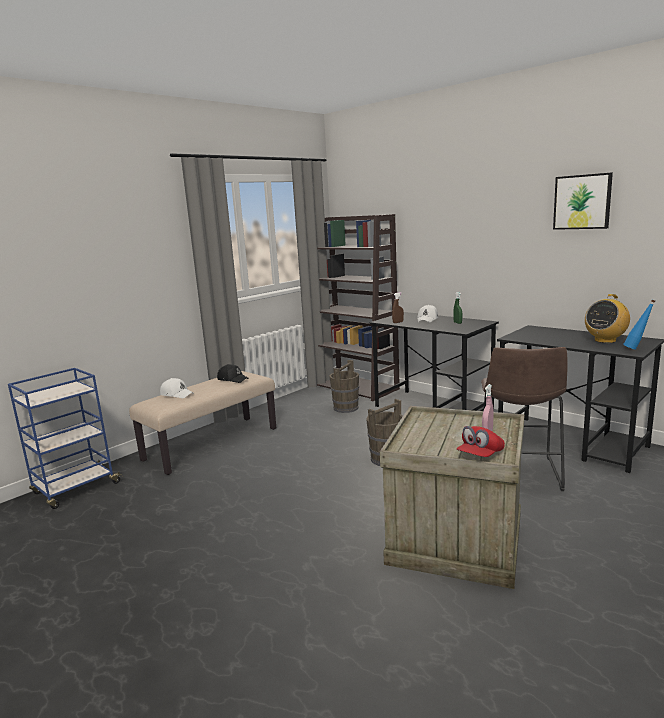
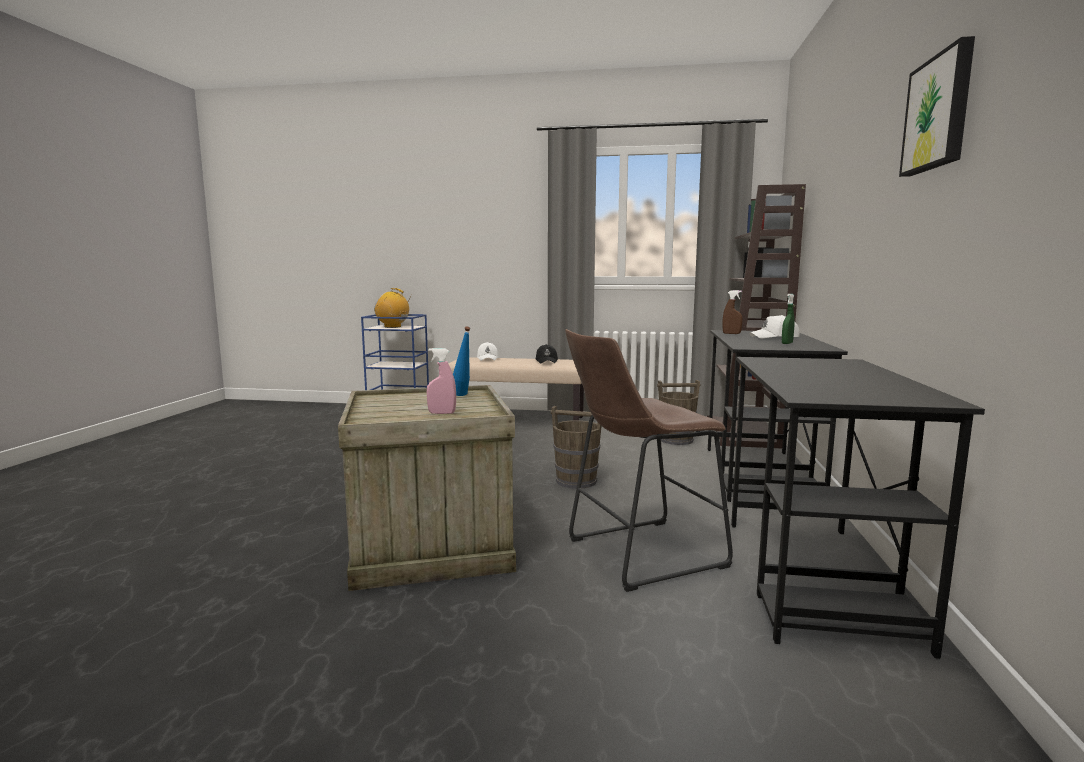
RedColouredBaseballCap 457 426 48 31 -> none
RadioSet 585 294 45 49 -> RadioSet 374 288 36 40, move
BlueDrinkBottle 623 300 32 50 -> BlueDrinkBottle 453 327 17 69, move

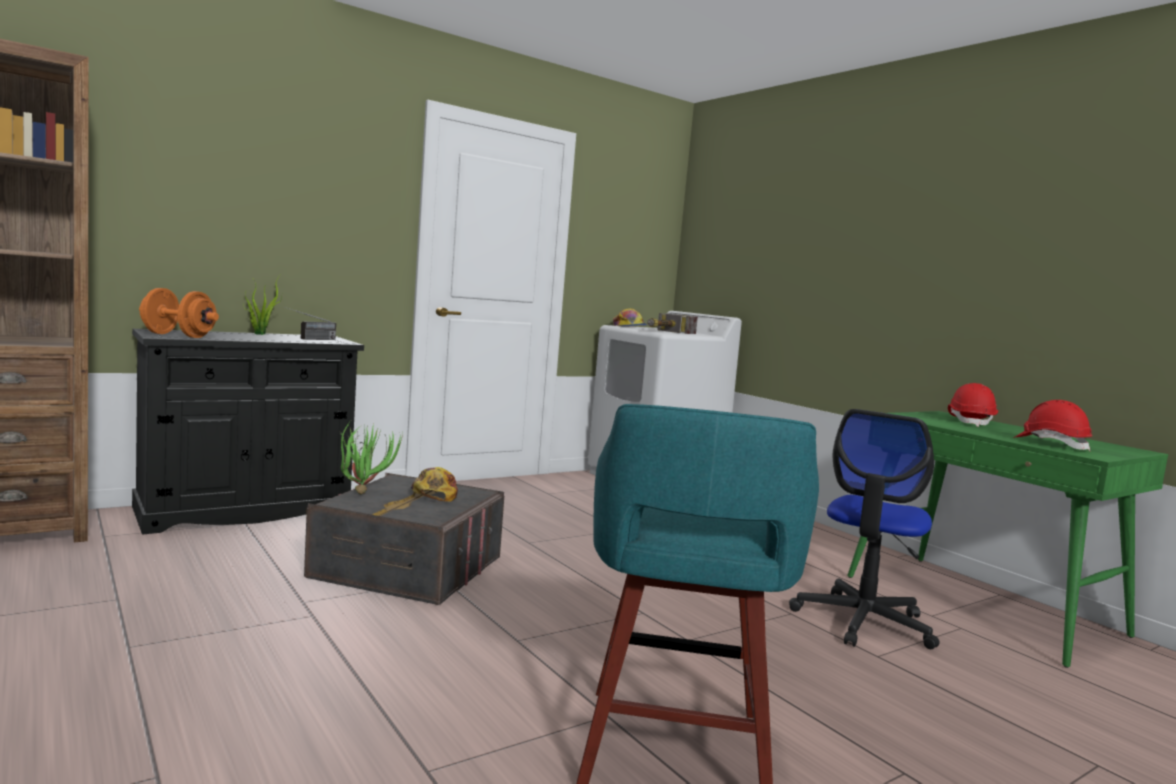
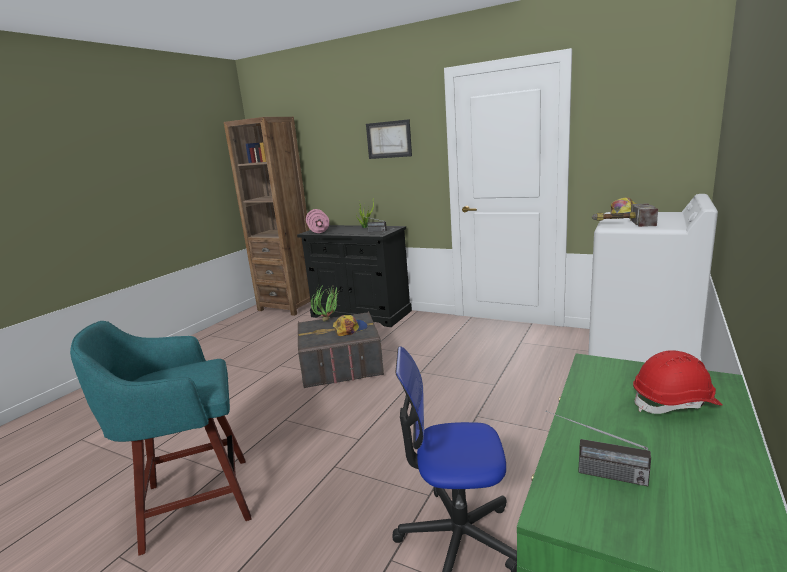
OrangeHandWeight 139 288 80 50 -> PinkishHandWeight 306 209 23 24
RedColouredSafetyHelmet 1013 400 79 51 -> RadioSet 546 411 105 75
none -> WallPicture 366 119 46 40

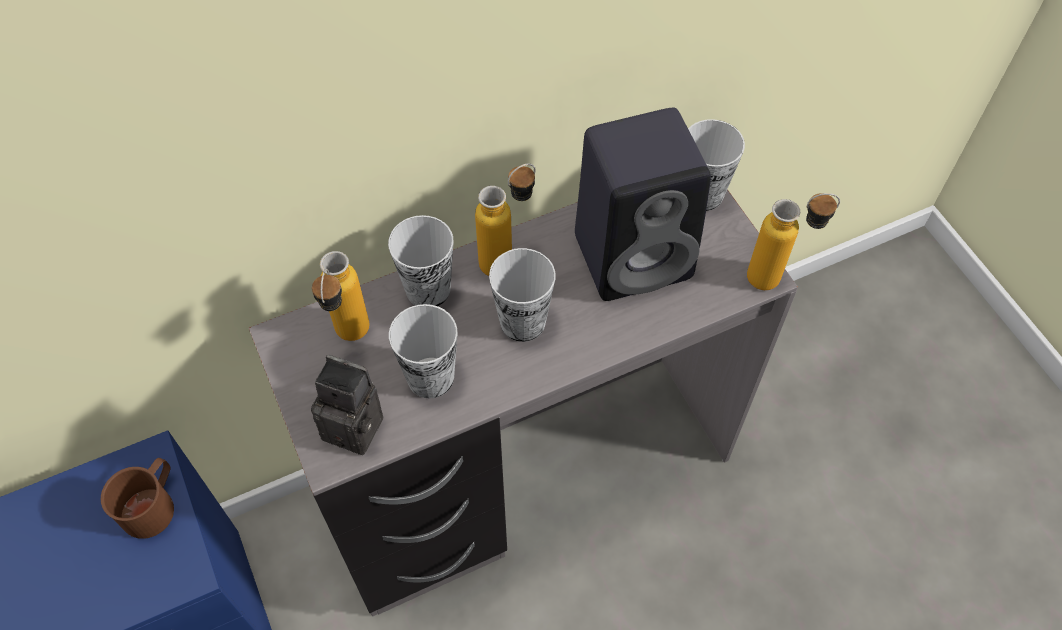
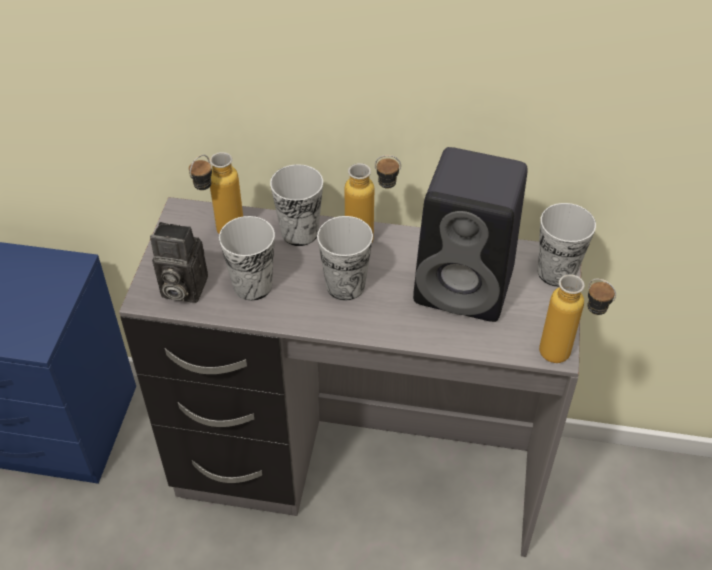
BrownishCoffeeMug 101 458 73 81 -> none
StillCamera 311 355 72 100 -> StillCamera 150 222 58 81, 135 degrees clockwise

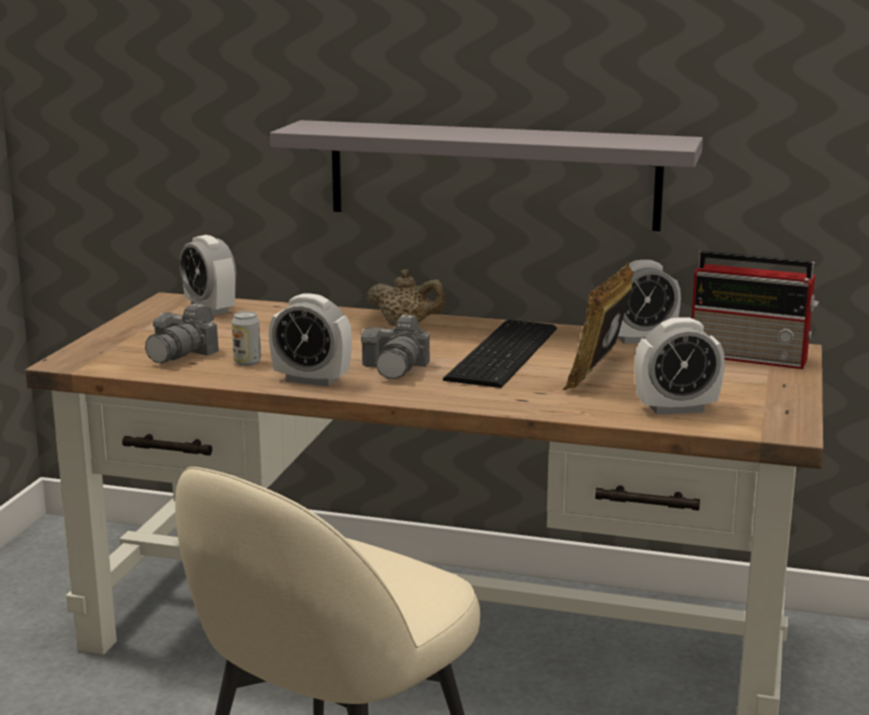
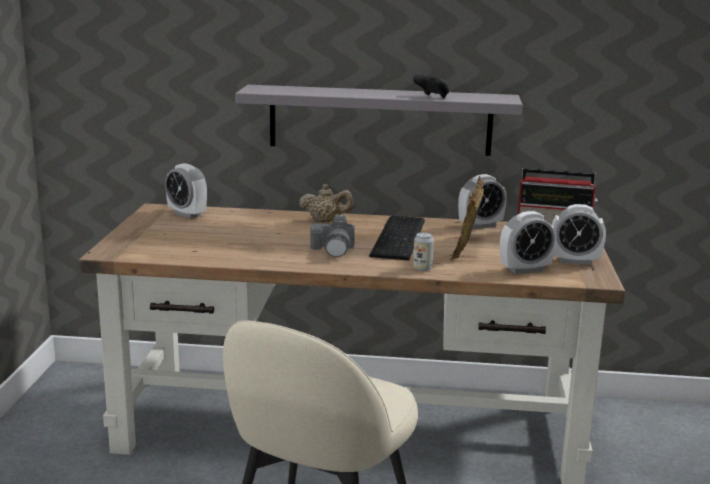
StillCamera 145 304 74 60 -> none
Can 232 311 29 55 -> Can 413 232 21 39, move
BedsideClock 269 293 83 94 -> BedsideClock 552 204 54 61, move
none -> BlackishJoypad 413 75 36 23

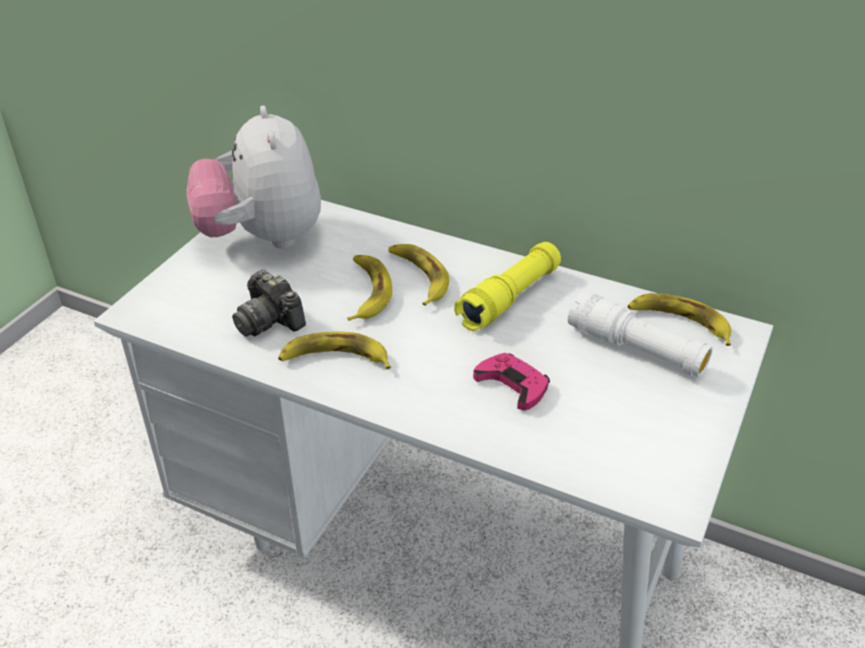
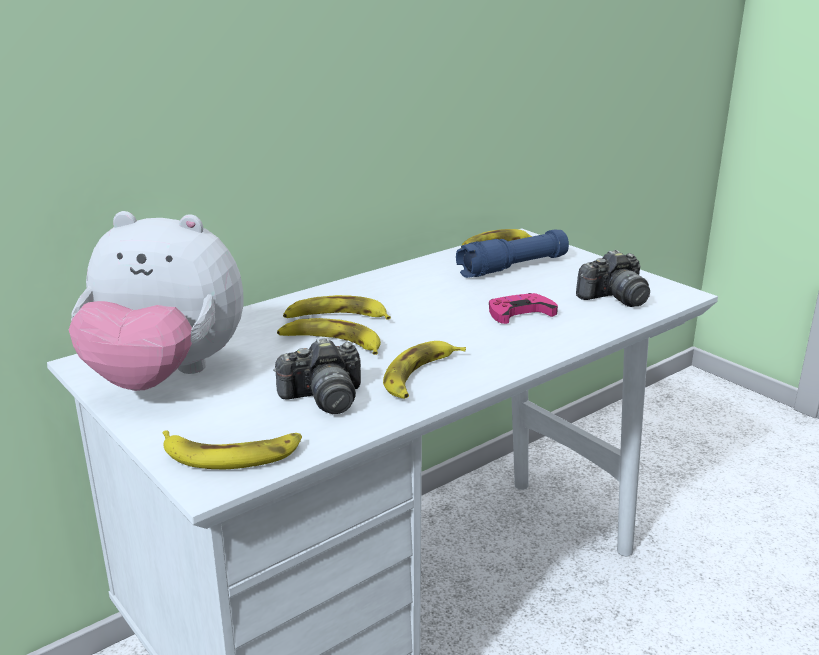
YellowTorch 454 242 107 89 -> none
WhiteColouredTorch 568 291 144 86 -> BlueTorch 456 229 113 49
none -> Banana 163 430 139 39
none -> StillCamera 576 250 74 57

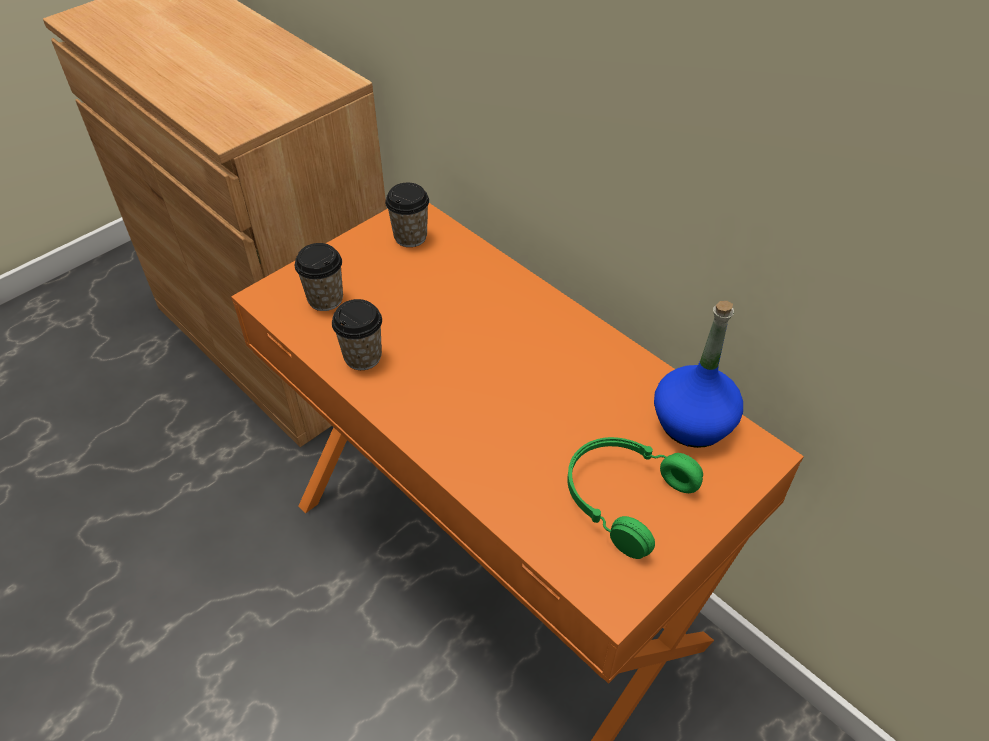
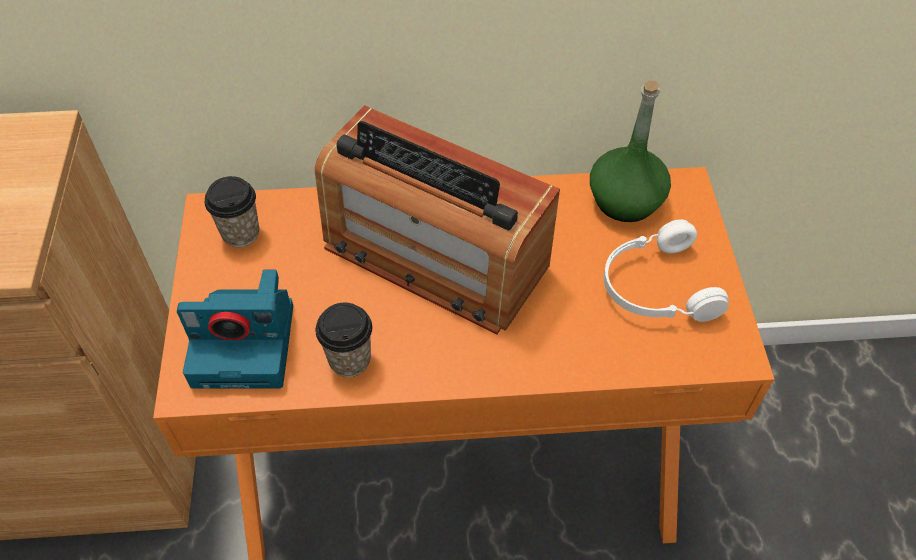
SmallCup 295 243 48 68 -> StillCamera 177 269 116 119
GreenHeadphones 567 437 136 122 -> WhiteColouredHeadphones 604 219 125 103
BlueDrinkBottle 654 301 89 147 -> GreenDrinkBottle 590 81 81 141
none -> RadioSet 314 105 246 230

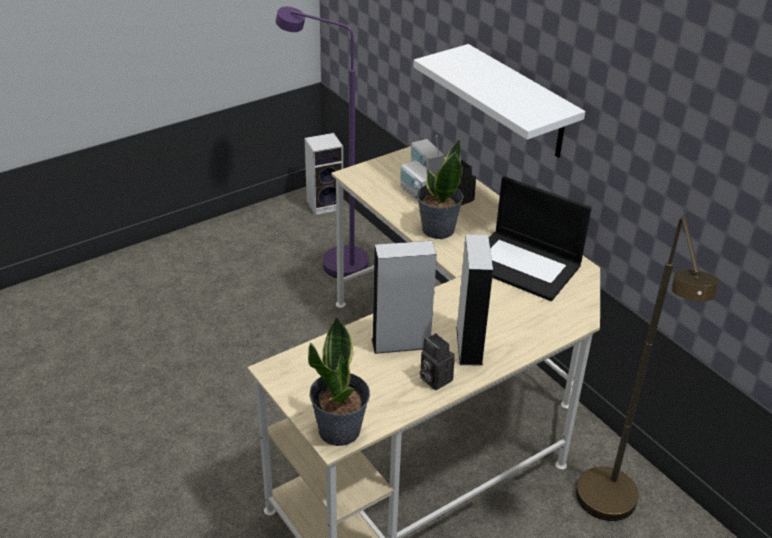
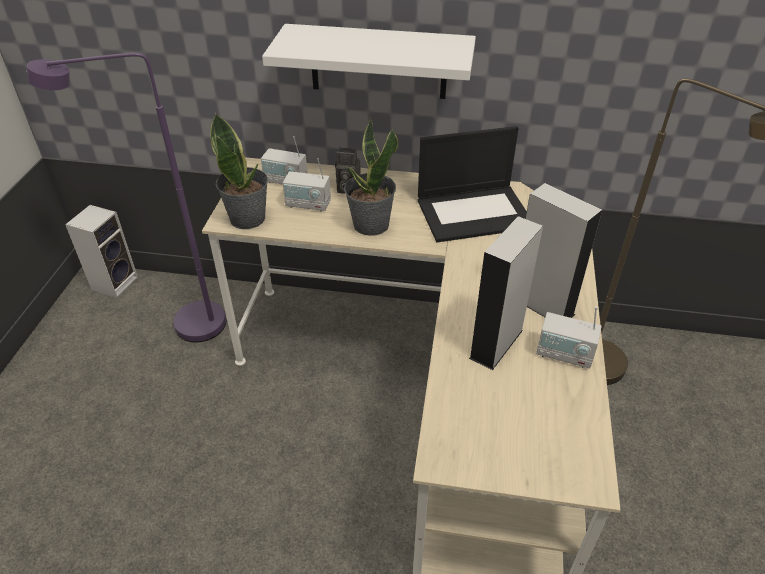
PlantInAPot 308 315 62 131 -> PlantInAPot 210 113 58 116, move
StillCamera 420 333 35 57 -> RadioSet 536 307 66 61

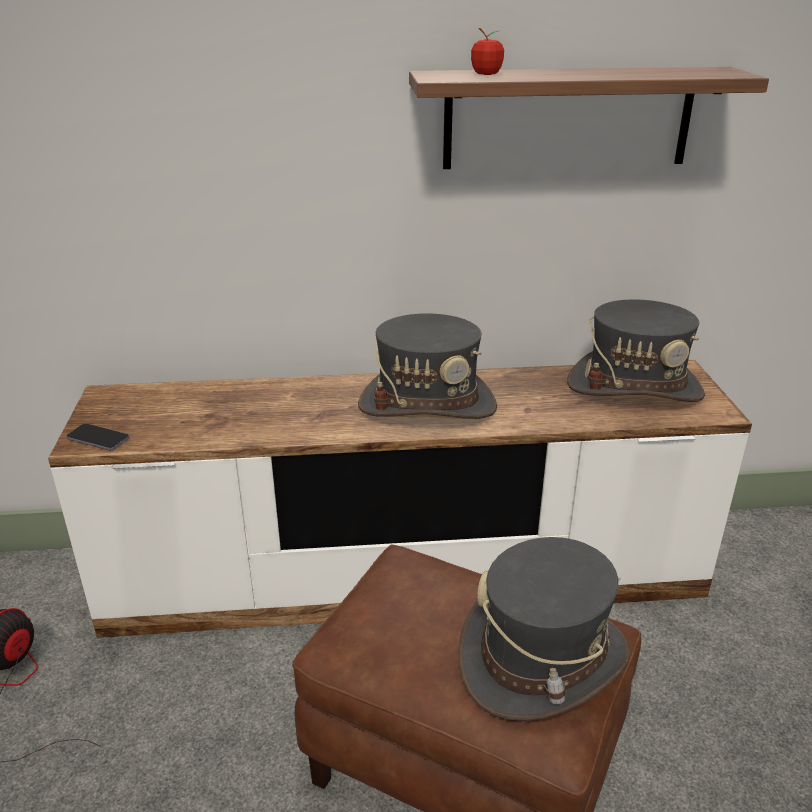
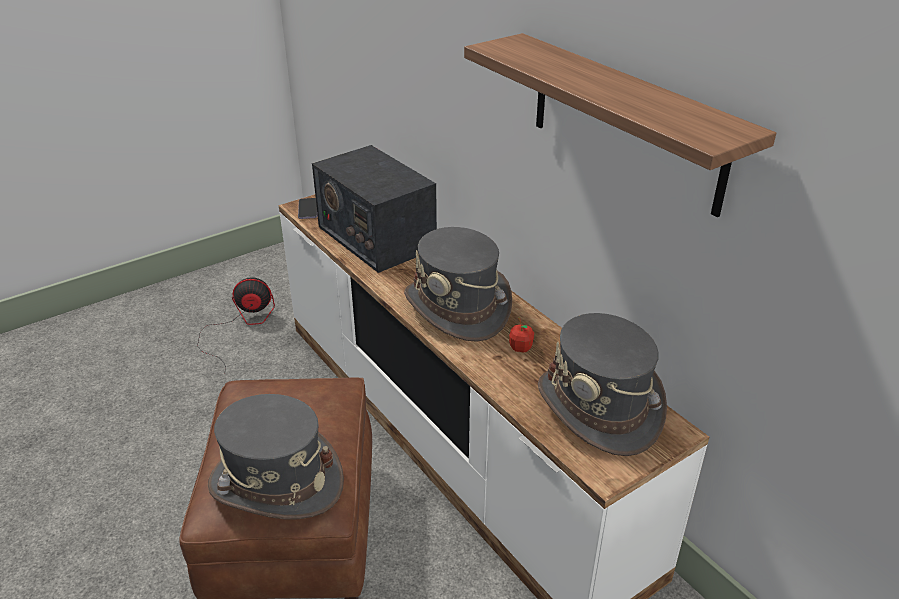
Apple 471 28 33 47 -> Apple 509 317 25 36, move
none -> RadioSet 312 145 125 128

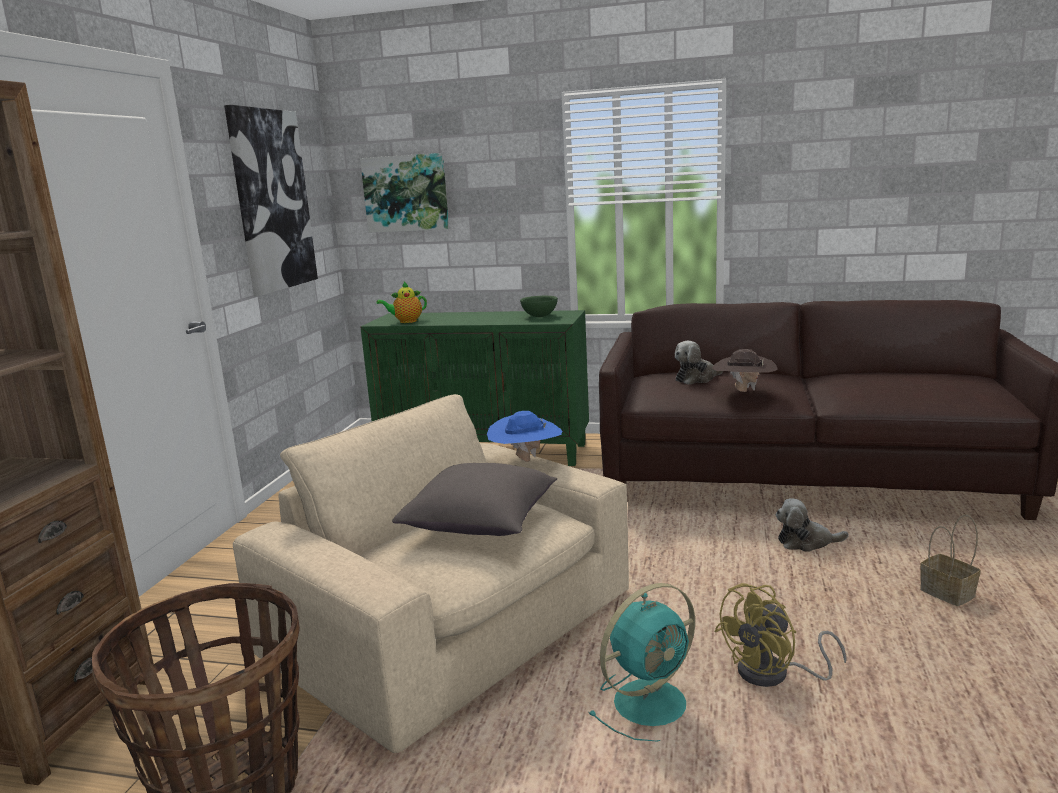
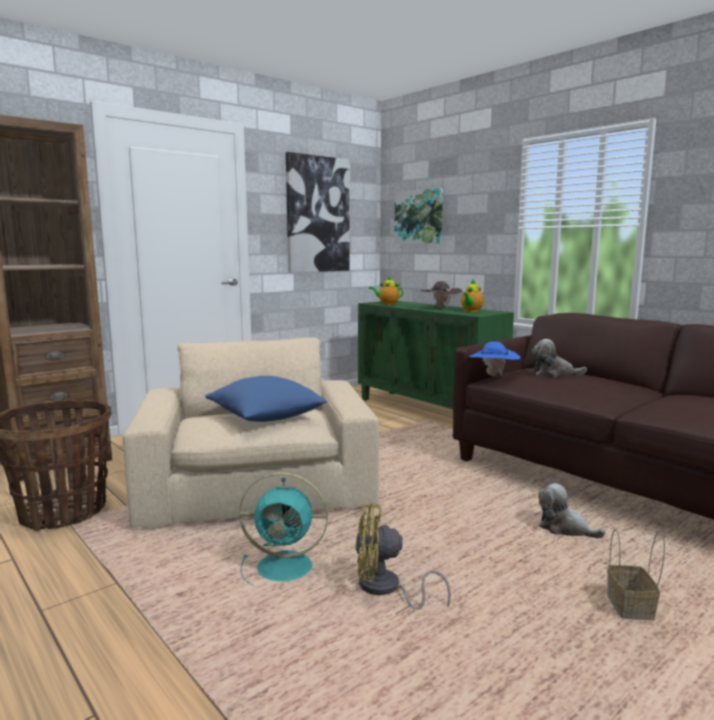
GrayThrowPillow 392 463 165 73 -> BlueThrowPillow 205 376 122 46
BlueWearableHat 487 411 75 51 -> BlueWearableHat 469 342 52 34, move
GreenBowl 520 296 38 21 -> TeaPot 461 279 23 33
BrownishWearableHat 712 349 66 43 -> BrownishWearableHat 420 281 43 27, move

